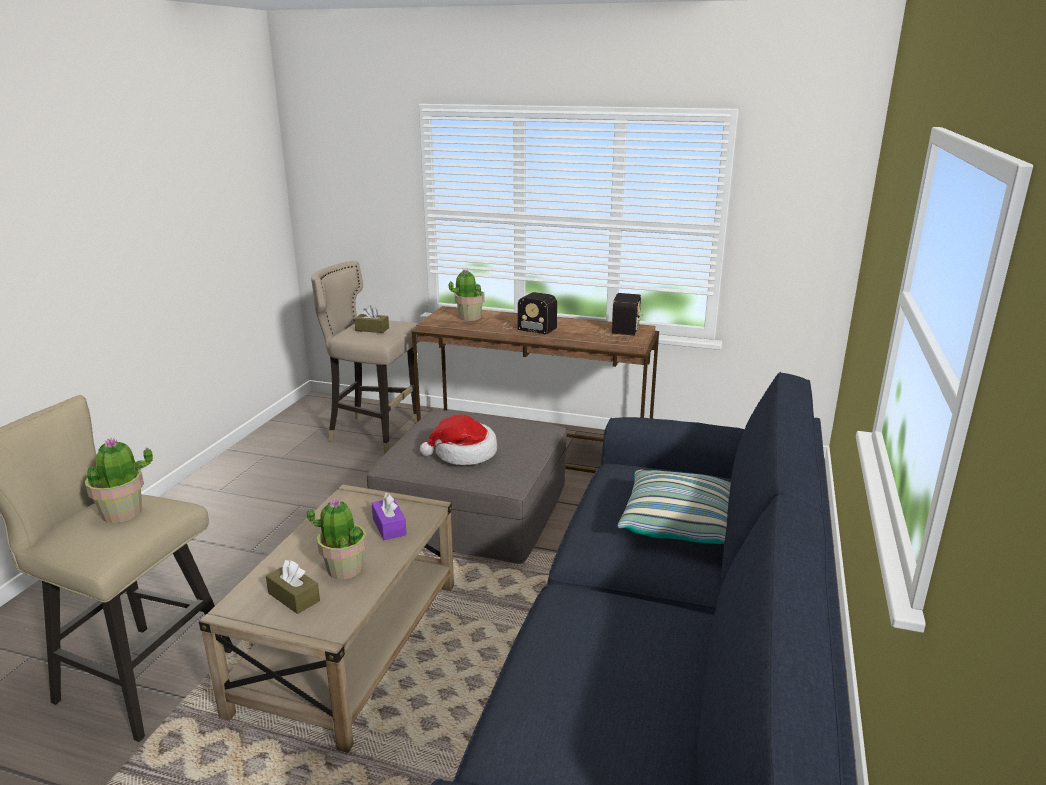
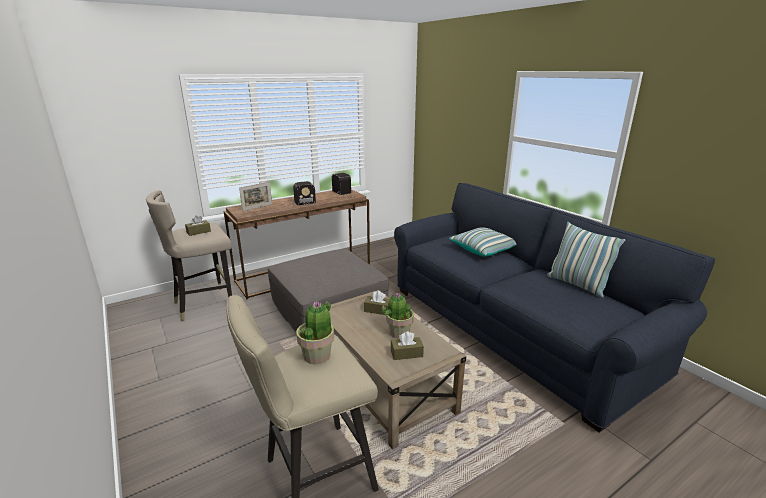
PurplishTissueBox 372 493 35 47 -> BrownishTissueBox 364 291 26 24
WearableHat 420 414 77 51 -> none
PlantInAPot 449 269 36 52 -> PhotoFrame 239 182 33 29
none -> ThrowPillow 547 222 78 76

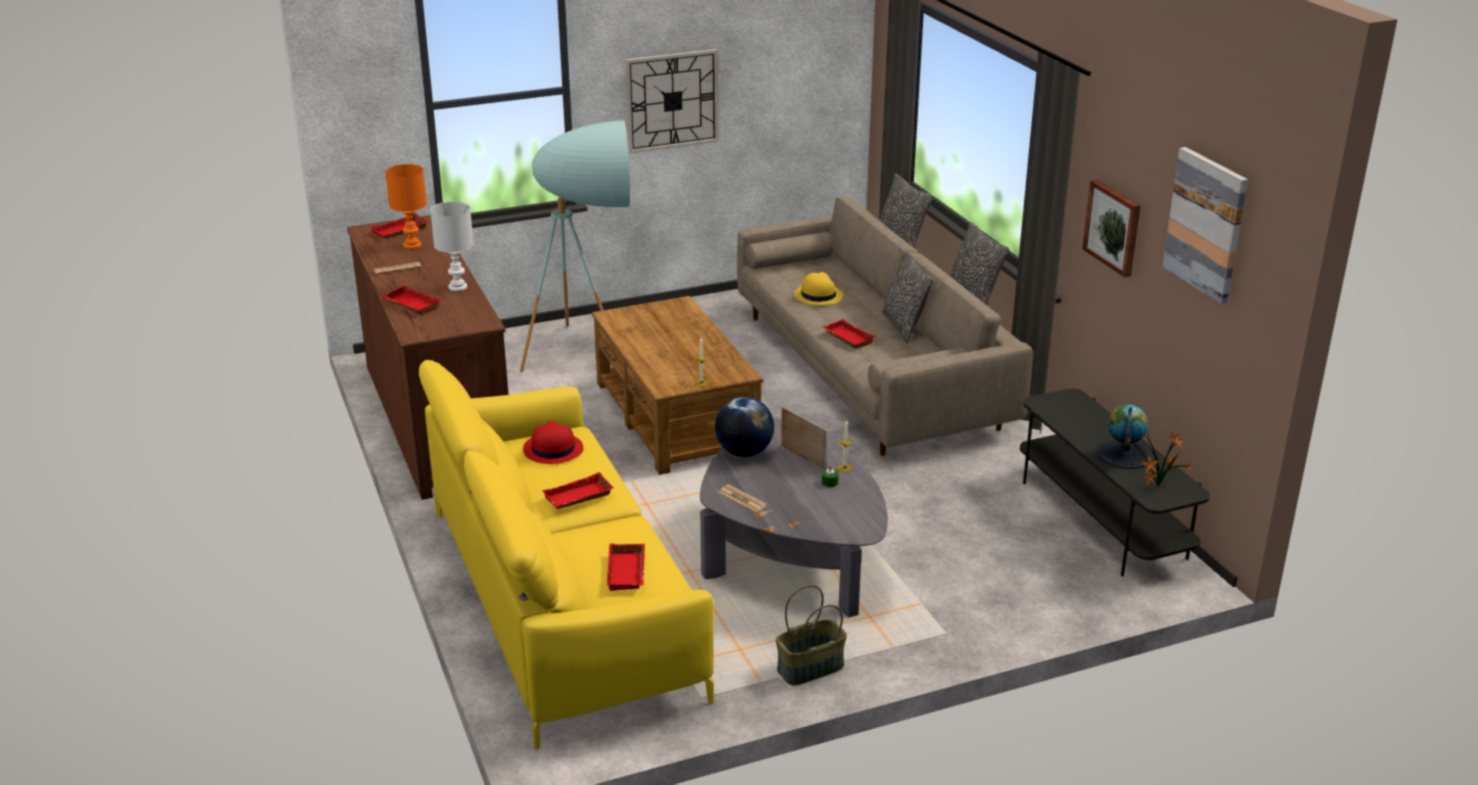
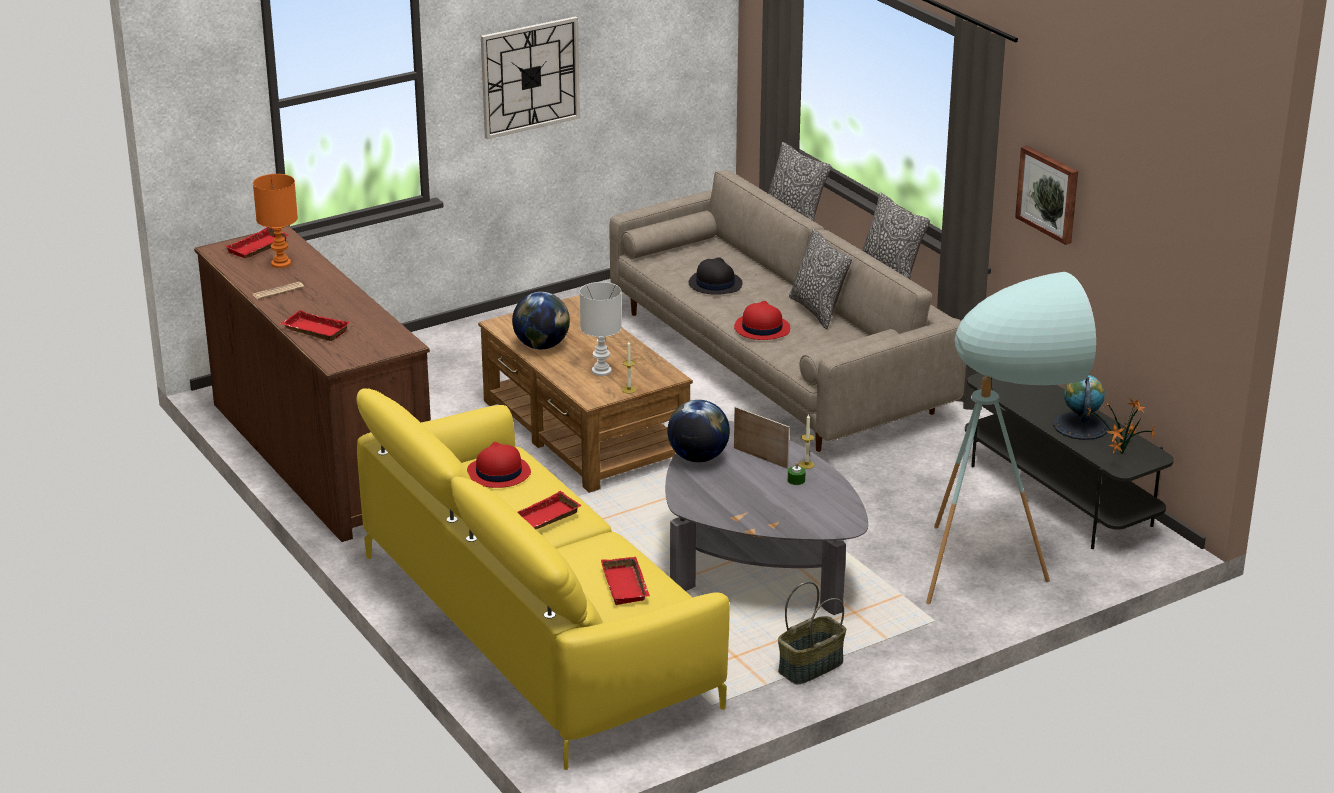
WhiteColouredTabletopLamp 430 202 44 89 -> WhiteColouredTabletopLamp 580 282 42 94, move
TurquoiseColouredFloorLamp 520 121 110 251 -> TurquoiseColouredFloorLamp 926 272 170 332, move
PrintedPaper 719 485 48 27 -> none
YellowWearableHat 794 272 49 33 -> BlackishWearableHat 689 257 54 38
RedColouredCarryingTray 822 319 54 30 -> RedColouredWearableHat 734 301 56 39
WallPicture 1162 147 86 157 -> none
none -> Globe 512 292 58 57

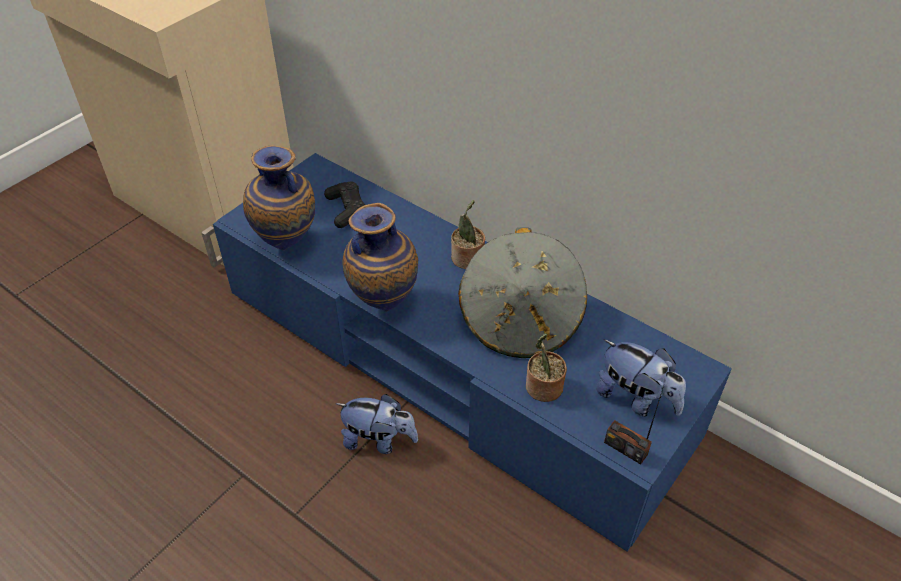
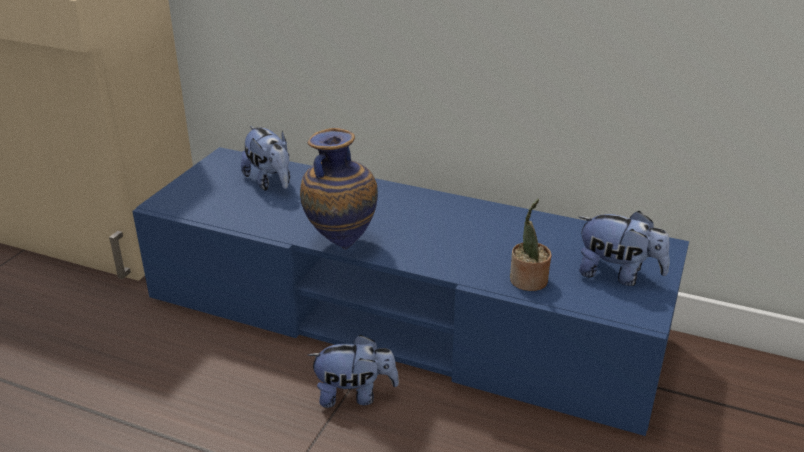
DecorativeVase 243 145 72 106 -> none
BlackishJoypad 324 182 41 46 -> SoftToy 241 126 49 65
PlantInAPot 451 200 34 69 -> none
GrayWearableHat 458 228 129 130 -> none
RadioSet 604 385 60 80 -> none

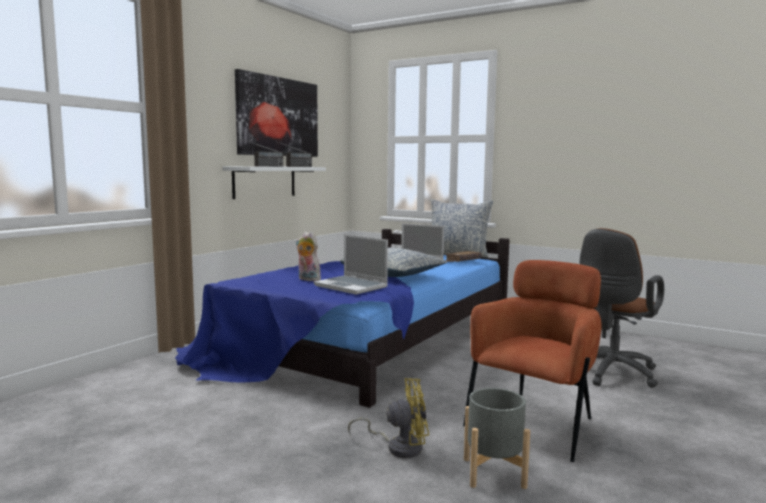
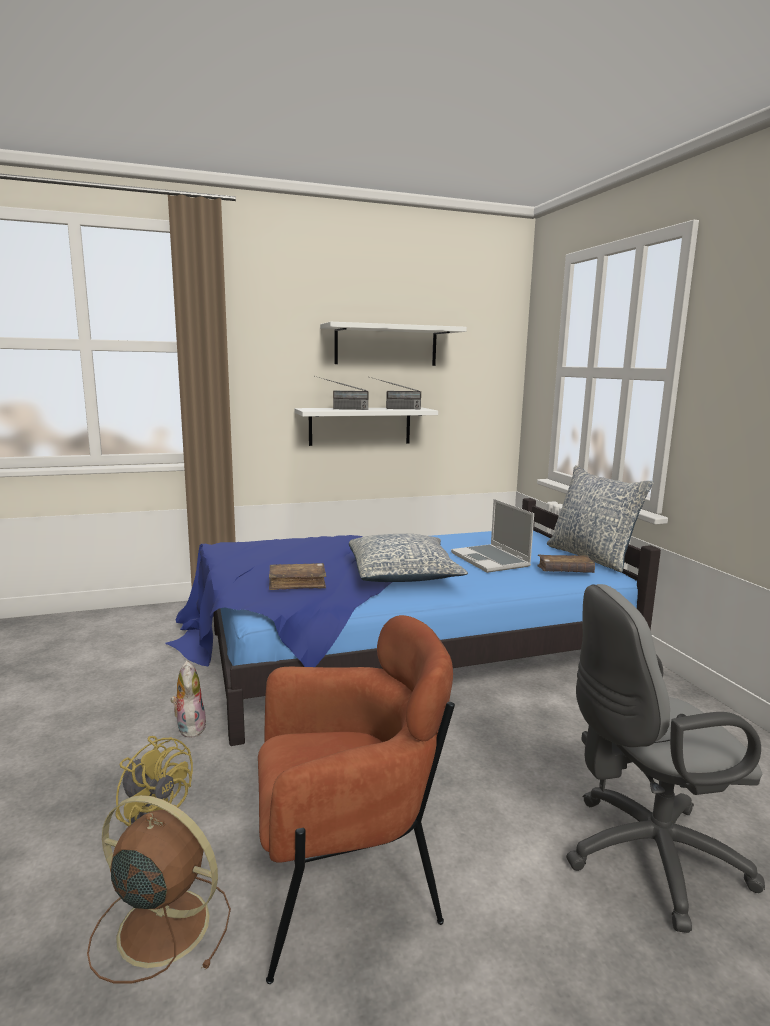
WallPicture 235 69 83 88 -> WhiteColouredWallShelf 320 322 147 44
SoftToy 296 232 25 49 -> SoftToy 171 661 36 77, move
NotebookComputer 314 234 74 61 -> BrownishBoundBook 269 563 57 27
GrayPlanter 464 388 66 101 -> BrownishCoolingFan 87 795 144 189
BrownishComputerChair 579 228 85 160 -> GrayComputerChair 566 584 199 349

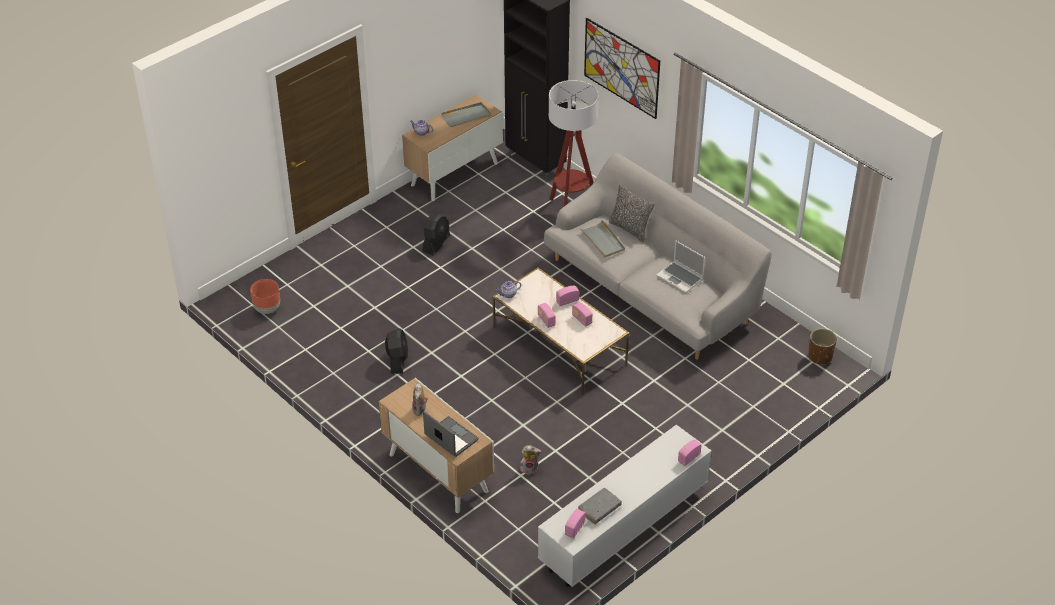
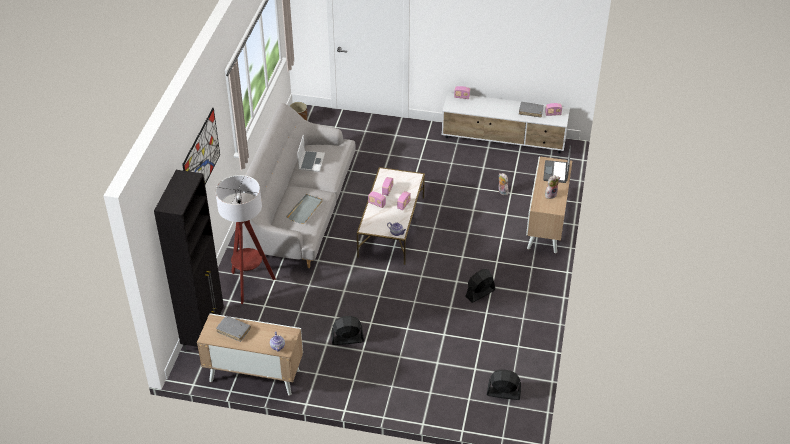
BrownishPlanter 250 279 30 35 -> BlackishCoolingFan 487 369 34 31
GrayCarryingTray 441 102 50 25 -> GrayBoundBook 216 316 35 26
ThrowPillow 609 185 45 57 -> none

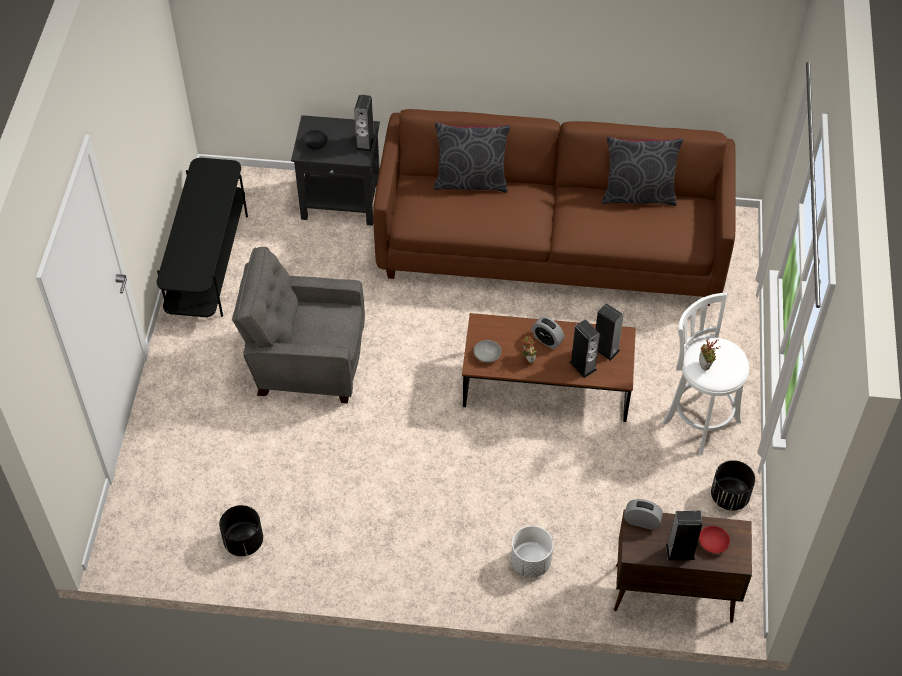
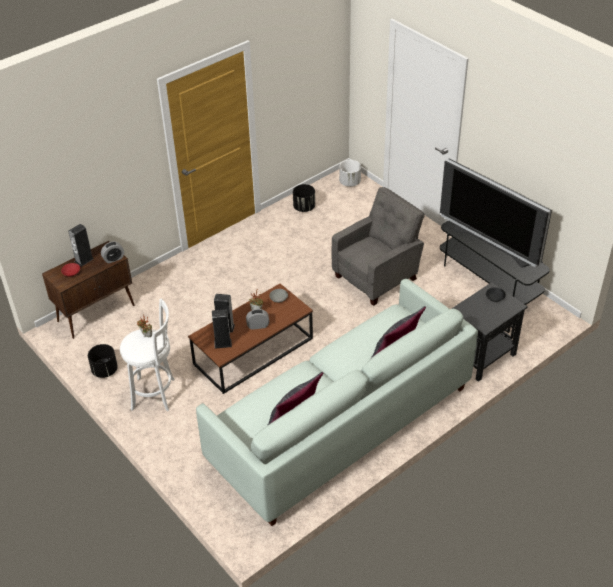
Speaker 354 94 21 58 -> none
BrownishCouch 373 109 363 197 -> WhiteColouredCouch 196 279 282 247
WhiteColouredPlanter 511 526 42 51 -> WhiteColouredPlanter 339 160 22 27, move
none -> Tv 440 159 112 109

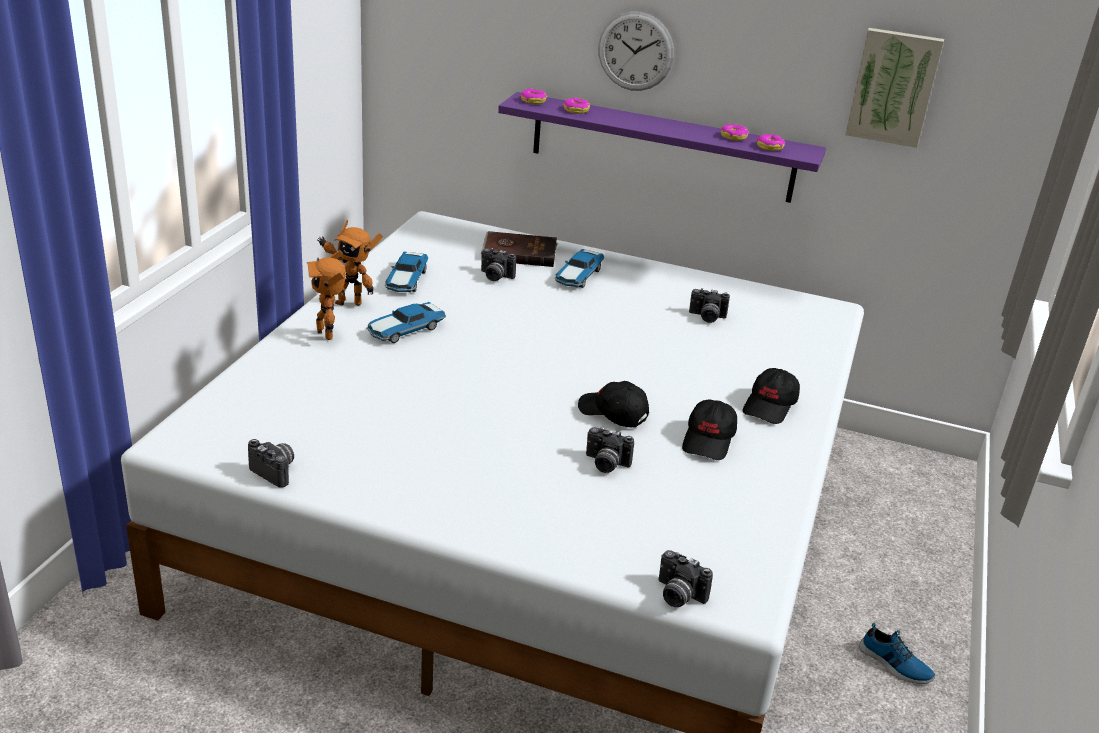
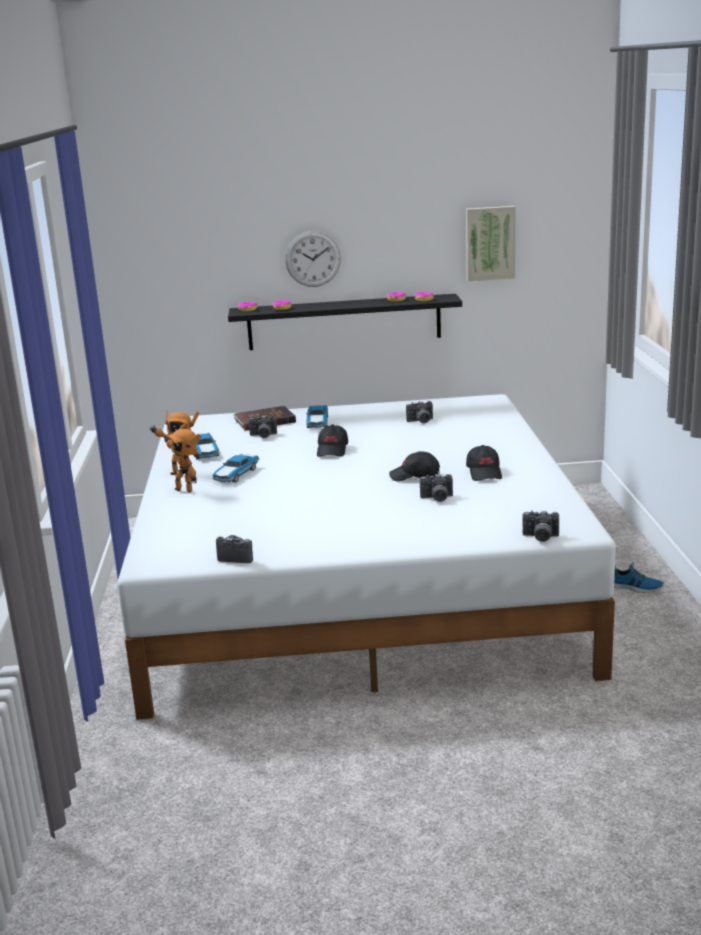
PurplishWallShelf 498 92 328 111 -> BlackishWallShelf 228 294 234 56
BlackishBaseballCap 743 368 57 56 -> BlackishBaseballCap 317 424 31 33, move

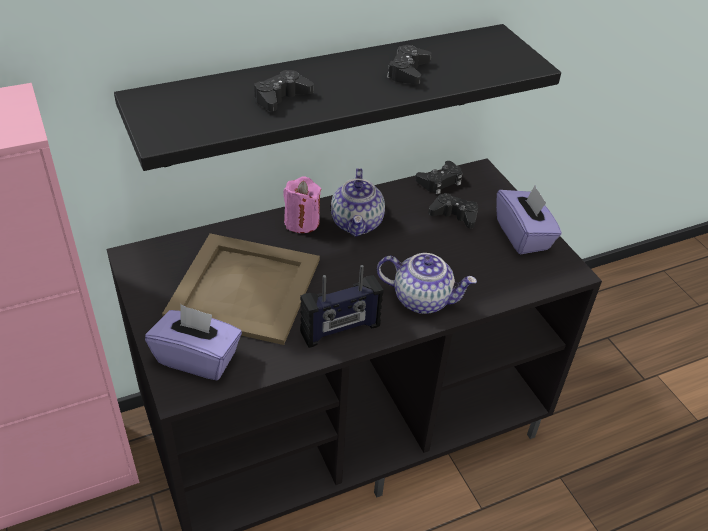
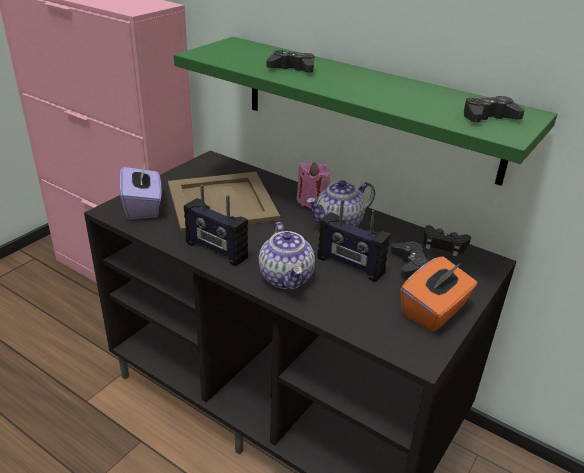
BlackishWallShelf 114 24 447 147 -> GreenWallShelf 174 37 383 149
BlackishJoypad 387 45 45 39 -> BlackishJoypad 464 96 61 26, move
PurplishTissueBox 496 185 66 69 -> OrangeTissueBox 400 256 77 76
none -> RadioSet 317 199 74 83

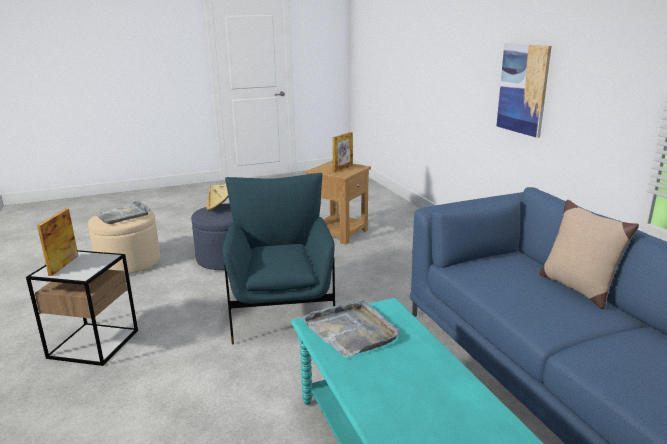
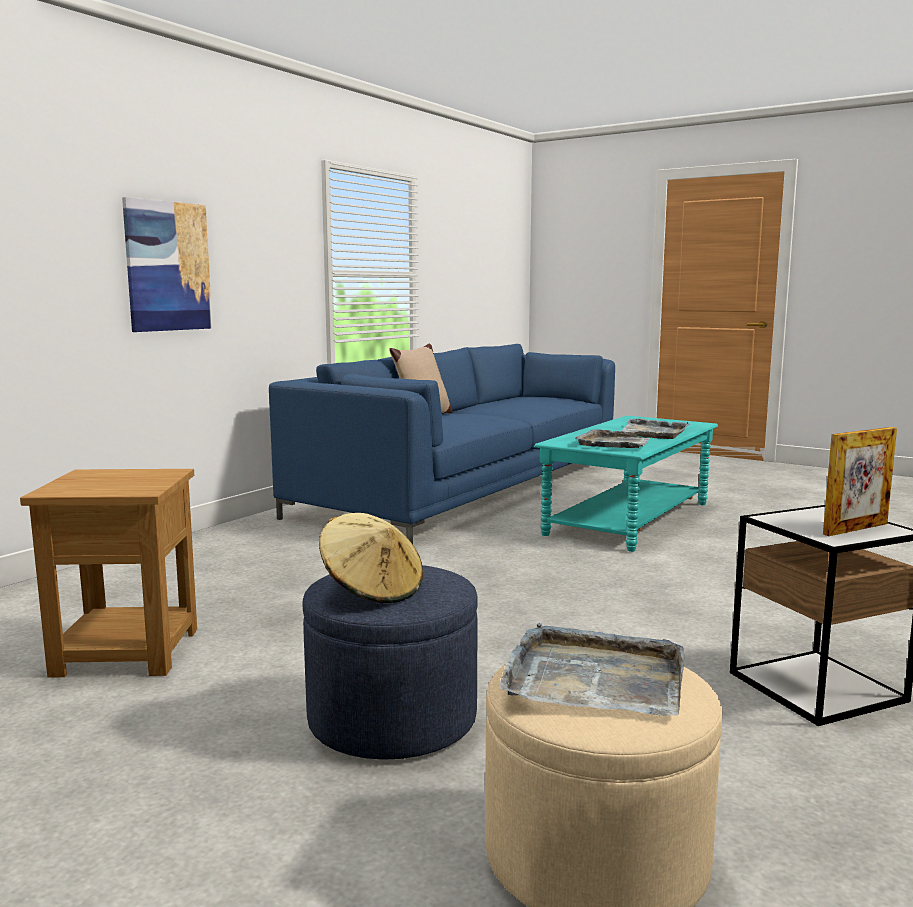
BlueArmchair 222 173 113 171 -> none
PhotoFrame 332 132 21 40 -> none
none -> GrayCarryingTray 622 418 68 21

